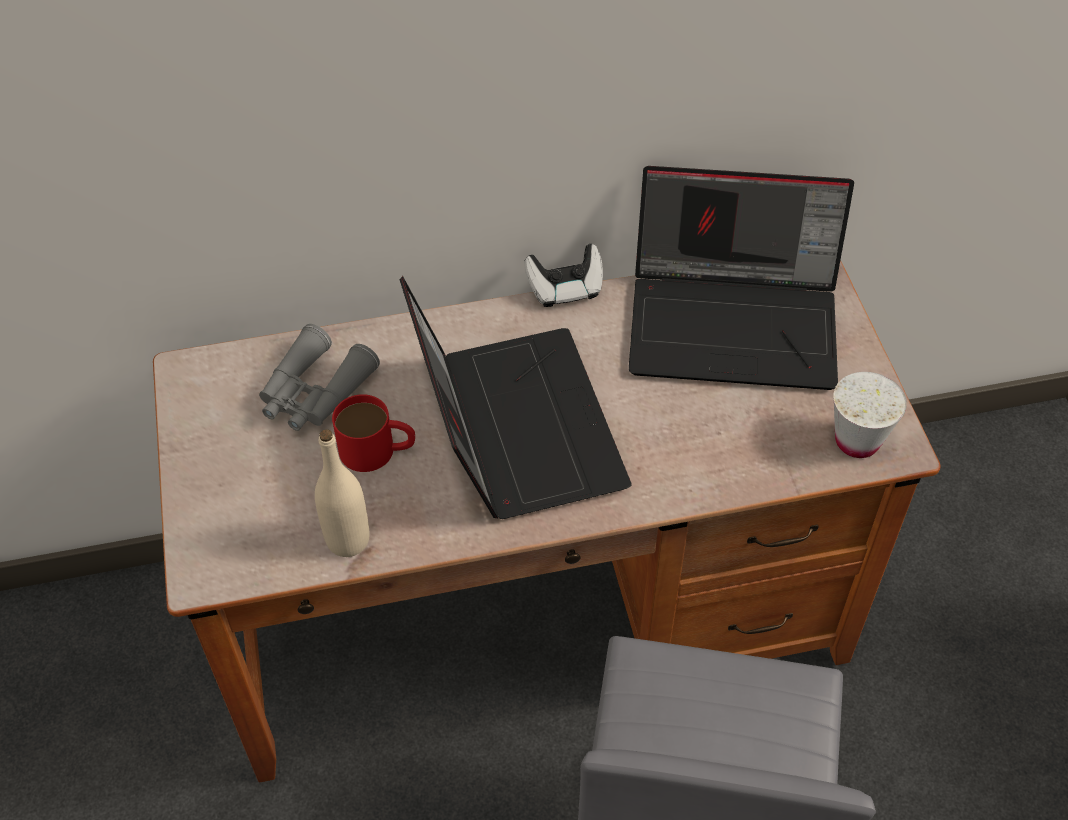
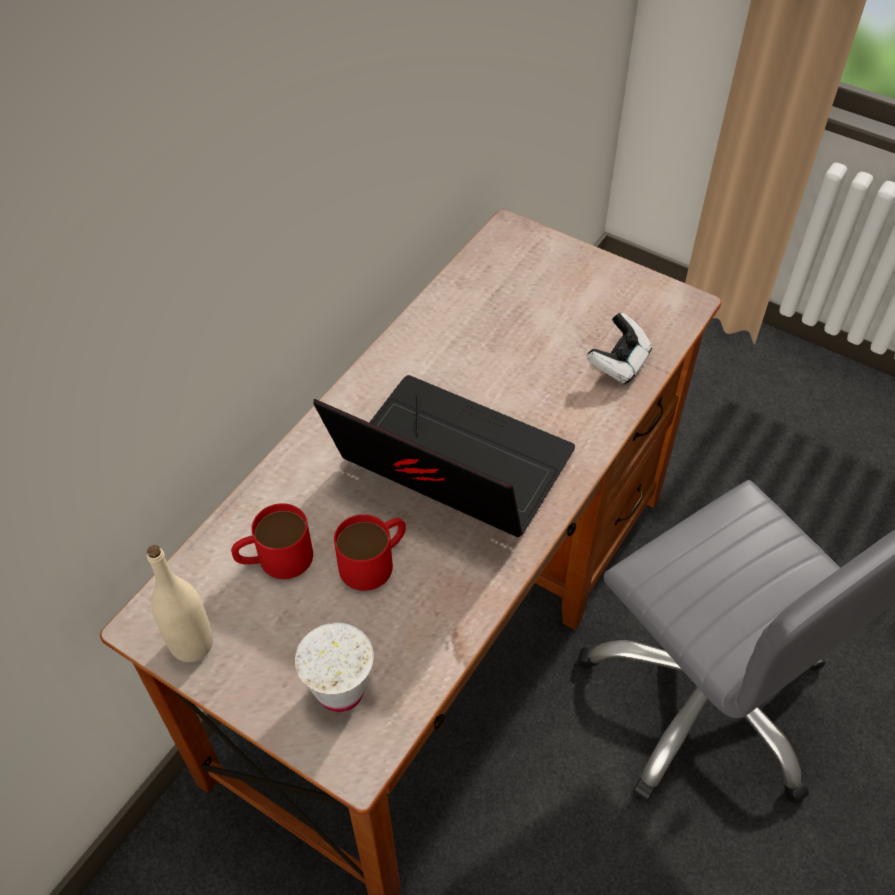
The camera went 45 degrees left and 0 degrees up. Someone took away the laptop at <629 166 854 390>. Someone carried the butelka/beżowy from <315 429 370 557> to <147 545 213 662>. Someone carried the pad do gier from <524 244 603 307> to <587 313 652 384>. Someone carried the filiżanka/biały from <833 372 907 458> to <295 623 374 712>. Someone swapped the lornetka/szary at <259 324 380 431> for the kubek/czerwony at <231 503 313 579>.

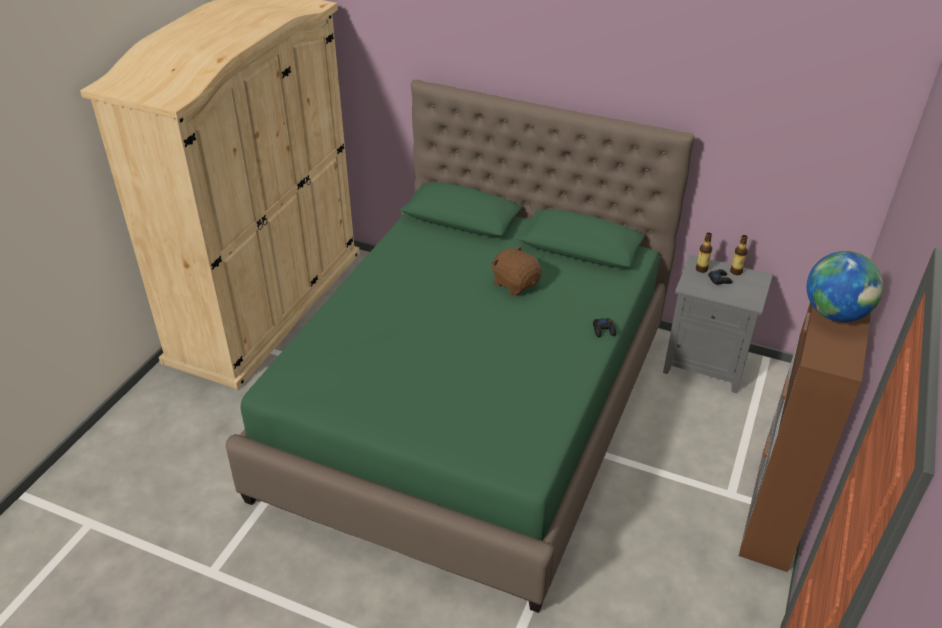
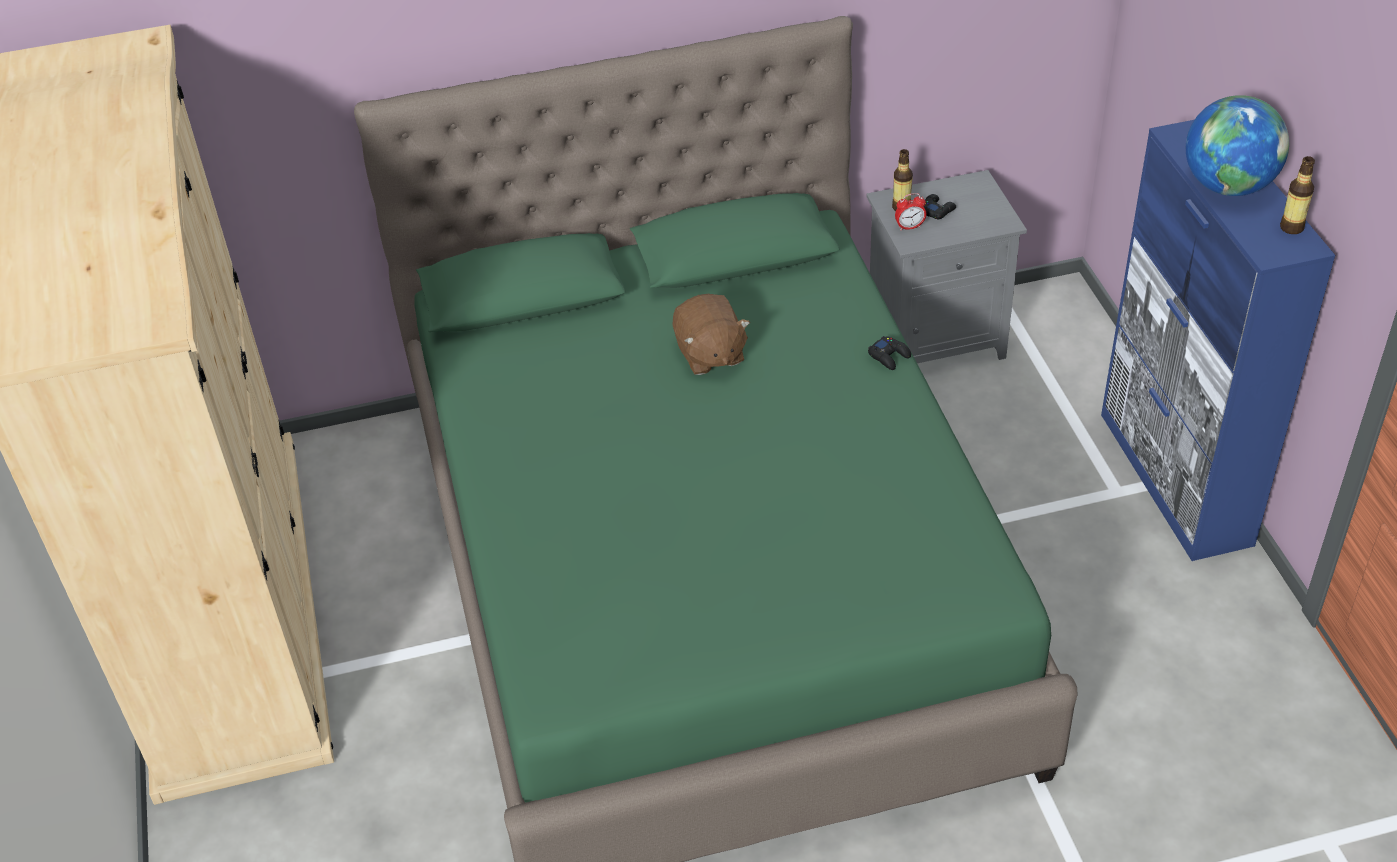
The camera went 35 degrees left and 5 degrees up. Someone put down the budzik at <895 193 926 230>. Someone carried the butelka from <730 235 748 275> to <1280 156 1315 234>. Someone repainted the szafka/brązowy at <739 303 871 572>, which became the szafka/niebieski at <1101 120 1335 561>. Someone rotated the pluszak/brązowy at <492 246 542 296> by 120 degrees counterclockwise.

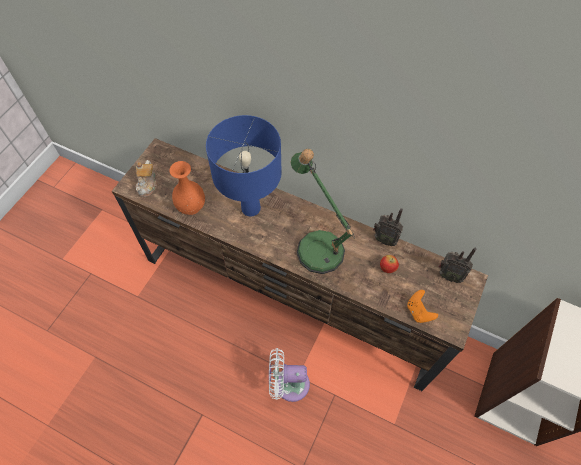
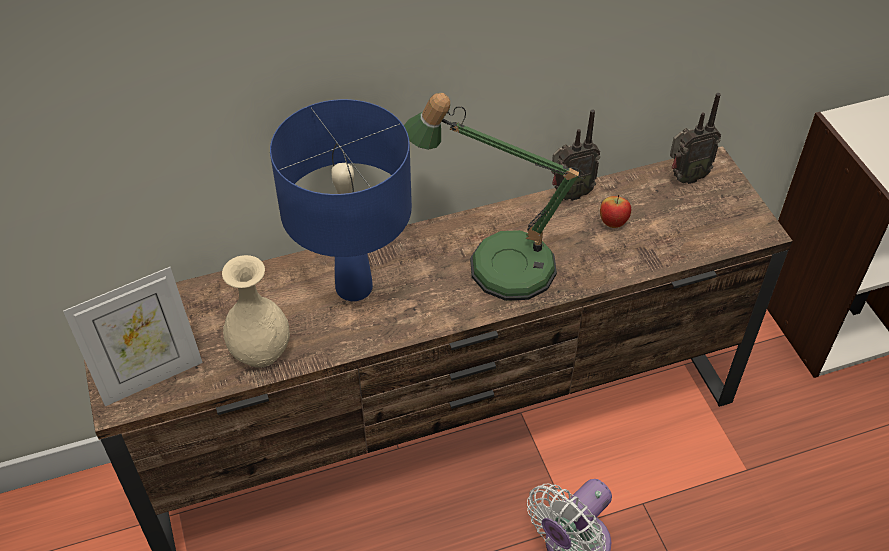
The camera went 45 degrees left and 10 degrees down. Someone took away the pad do gier/pomarańczowy at <407 290 438 323>. Someone swapped the imbryk at <136 160 158 197> for the ramka na zdjęcie at <63 267 203 406>. Someone repainted the wazon/pomarańczowy at <169 161 205 215>, which became the wazon/beżowy at <222 255 290 368>.

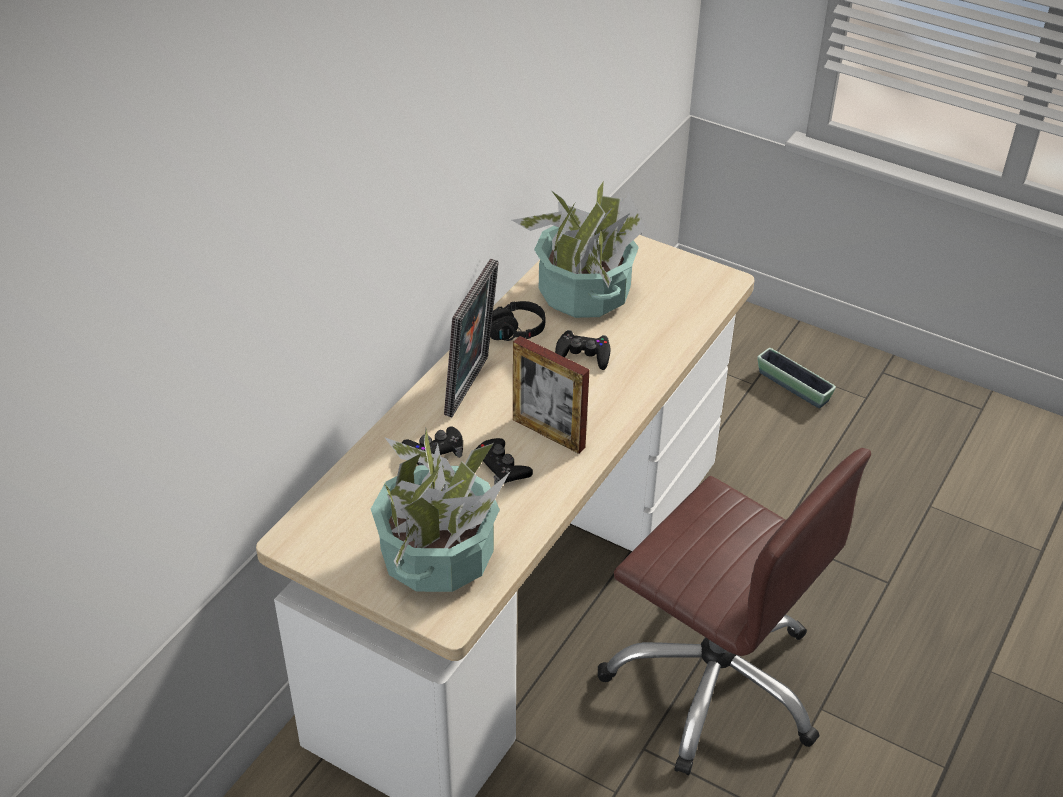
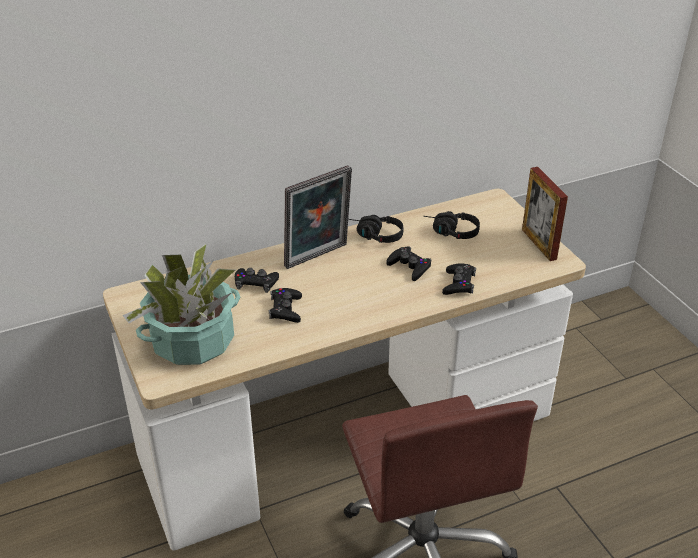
The camera went 35 degrees right and 5 degrees down. Someone took away the donica at <757 348 836 408>. Someone put down the pad do gier/czarny at <442 263 476 295>. Someone carried the ramka na zdjęcie from <513 336 590 454> to <522 167 568 261>. Someone swapped the roślina doniczkowa at <512 180 646 318> for the słuchawki/czarny at <424 211 480 239>.

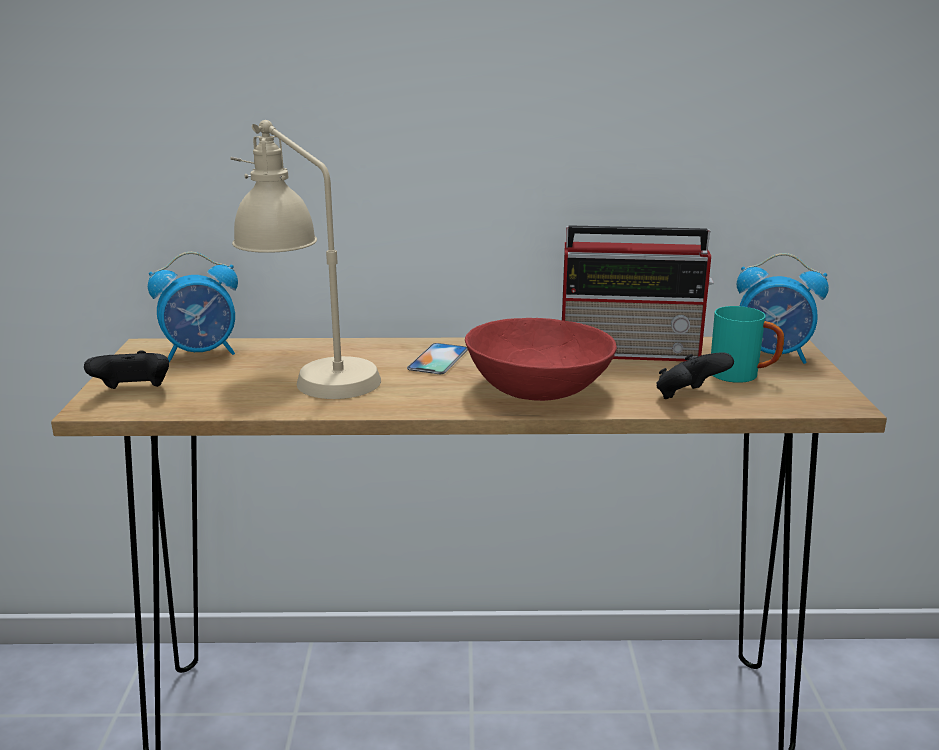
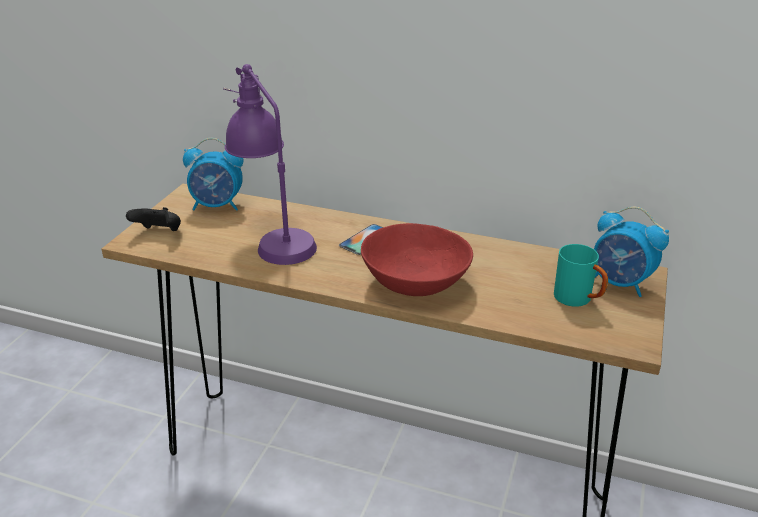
The camera went 20 degrees right and 10 degrees up. Someone took away the radio at <562 225 714 361>. Someone took away the pad do gier/czarny at <656 353 734 399>. Someone repainted the lampa stołowa/beżowy at <230 120 381 399>, which became the lampa stołowa/fioletowy at <223 64 317 265>.

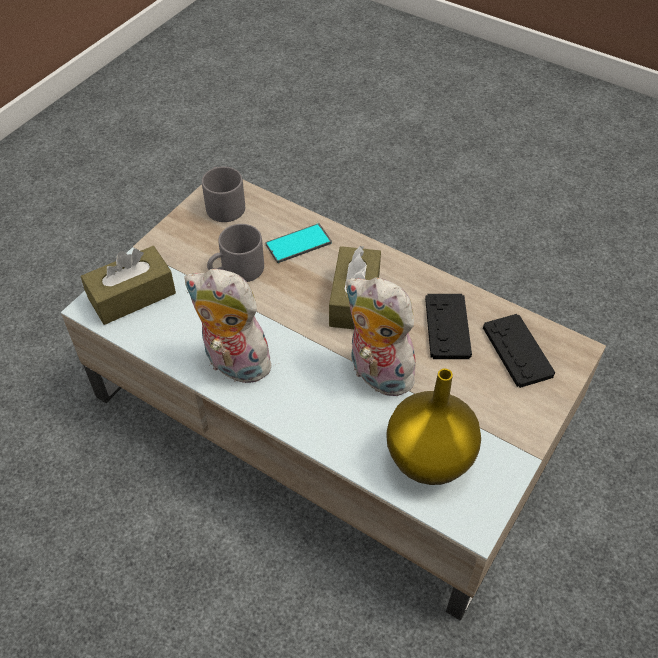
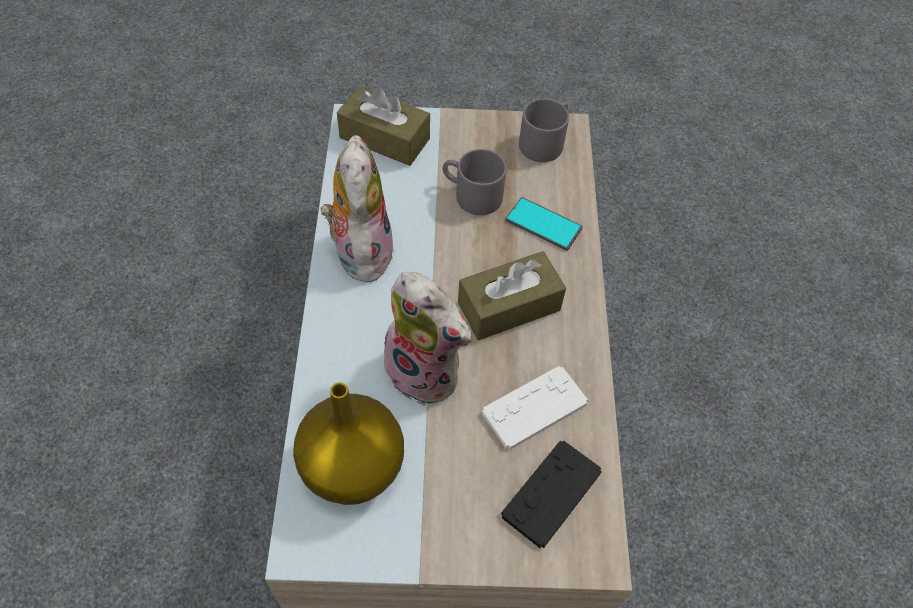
The camera went 55 degrees right and 5 degrees up. Someone repainted the pad do gier/czarny at <425 294 472 359>, which became the pad do gier/biały at <482 366 588 450>. Someone rotated the pluszak at <345 277 418 397> by 120 degrees clockwise.

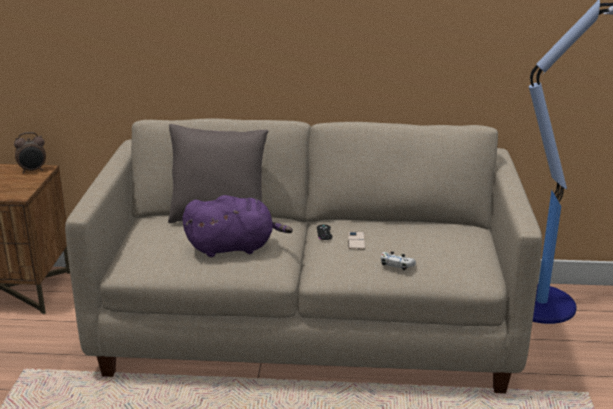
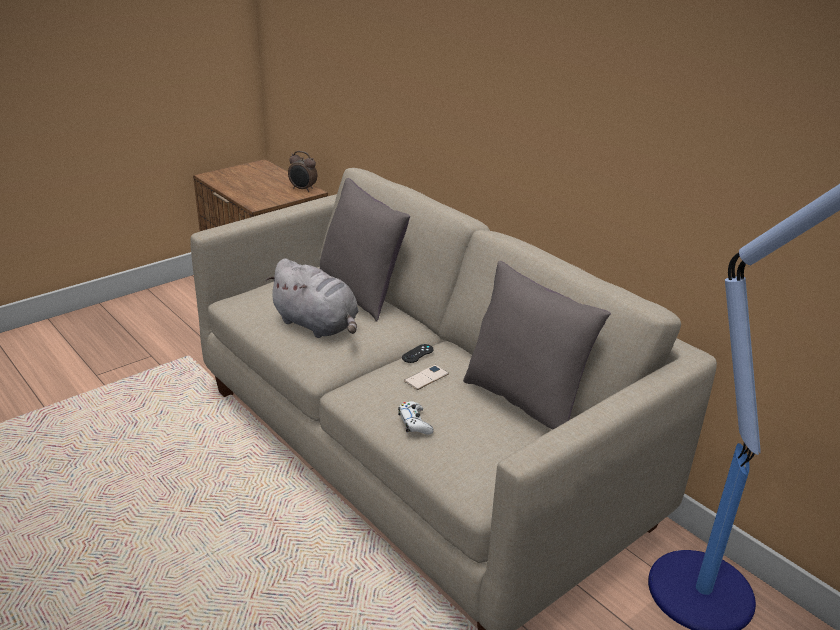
The camera went 45 degrees right and 5 degrees up. Someone put down the poduszka/szary at <463 261 611 430>. Someone repainted the pluszak/fioletowy at <183 195 293 257>, which became the pluszak/szary at <266 258 359 338>.

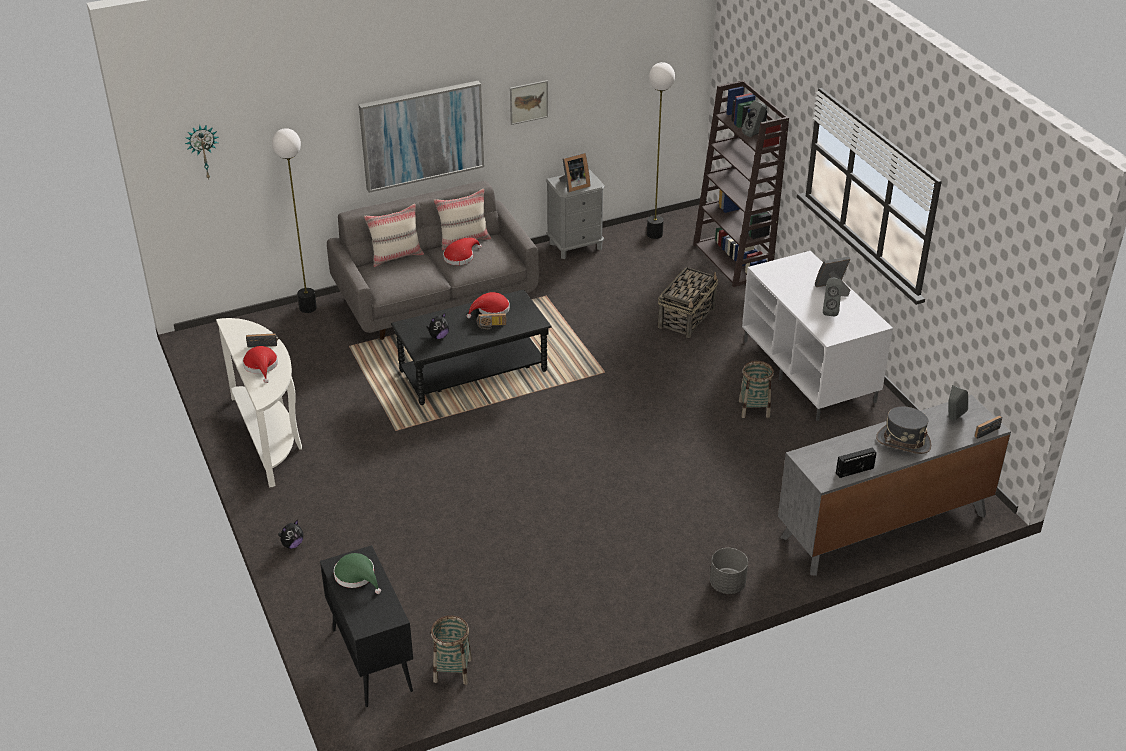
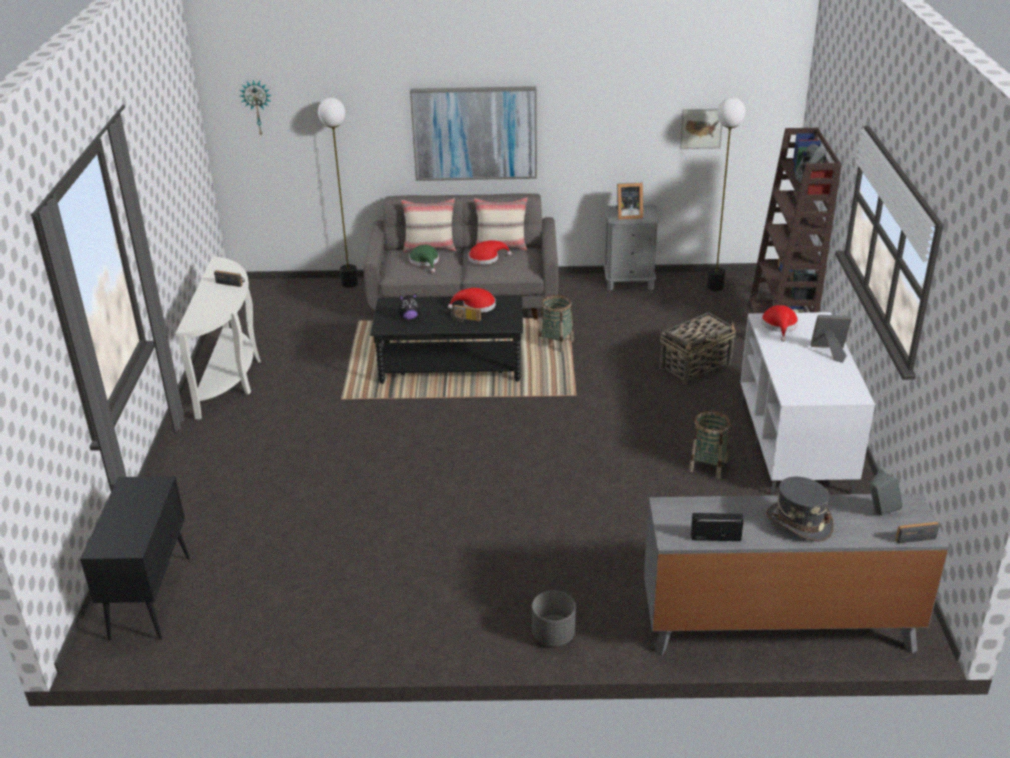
The camera went 25 degrees right and 5 degrees down. Someone took away the pluszak at <278 520 303 549>. Someone took away the głośnik/szary at <823 278 842 316>. Someone carried the kapelusz/czerwony from <243 346 278 383> to <761 305 798 341>. Someone carried the kapelusz/zielony from <334 553 381 594> to <409 245 439 273>. Someone carried the koszyk from <431 615 472 685> to <539 295 574 352>. Someone carried the obraz from <510 80 548 125> to <680 109 723 149>.

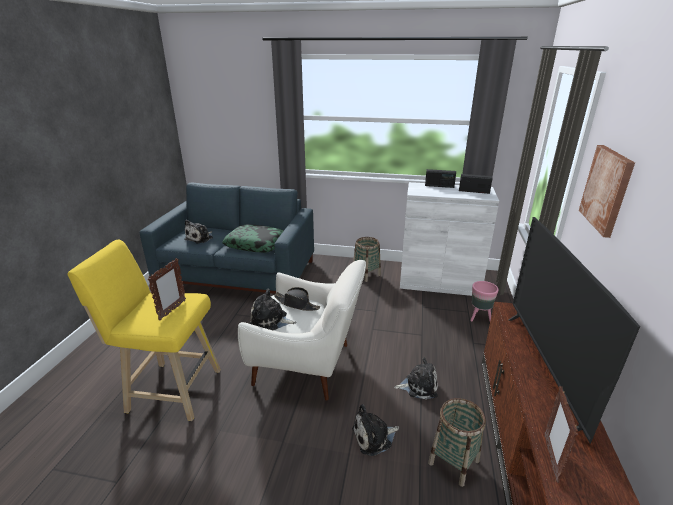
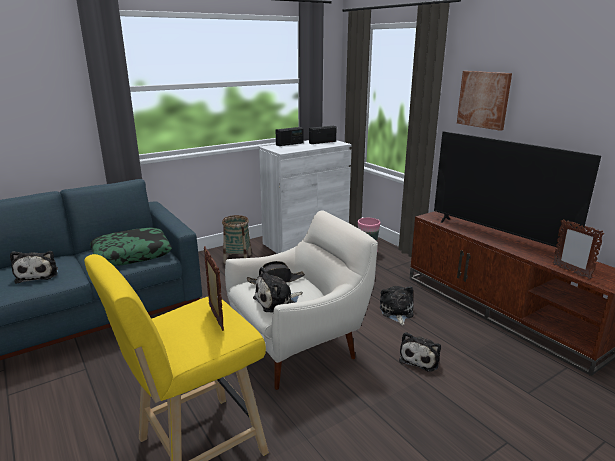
The camera went 45 degrees left and 5 degrees down. Someone took away the koszyk at <428 398 486 487>. Someone rotated the pluszak at <394 357 438 399> by 45 degrees counterclockwise.

